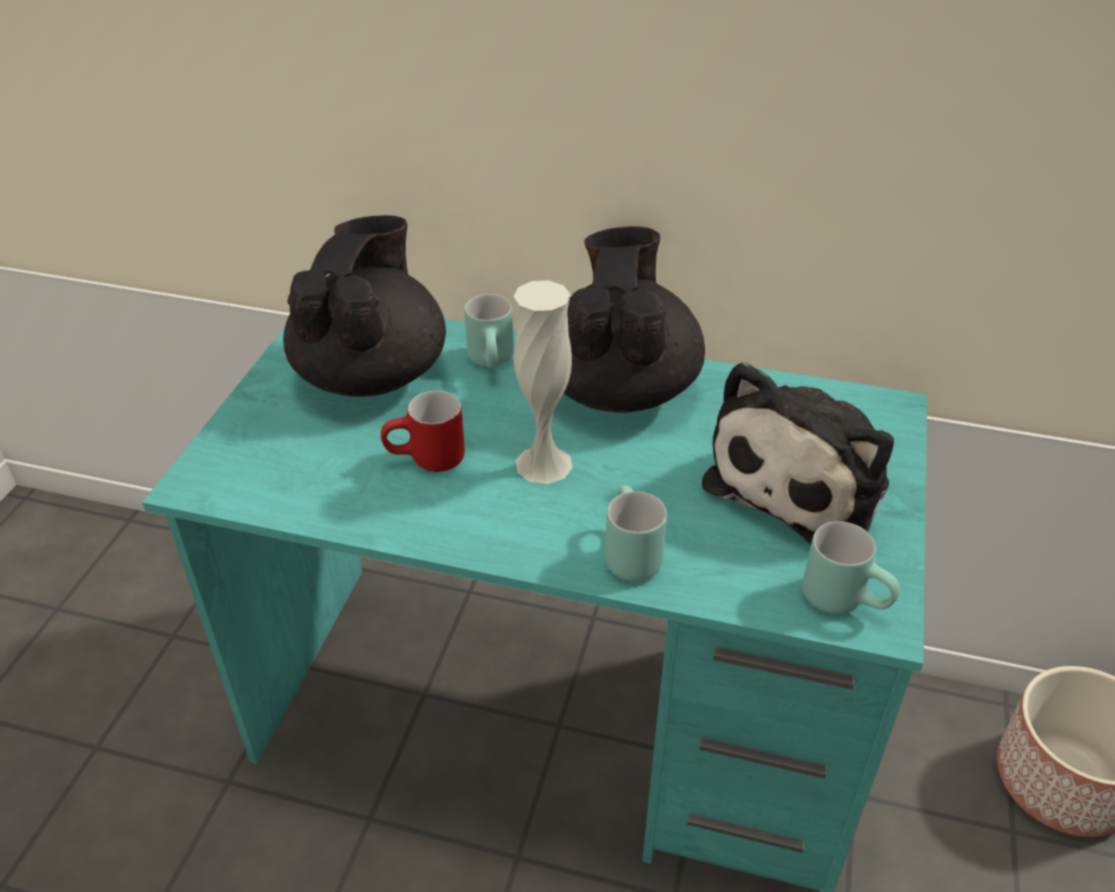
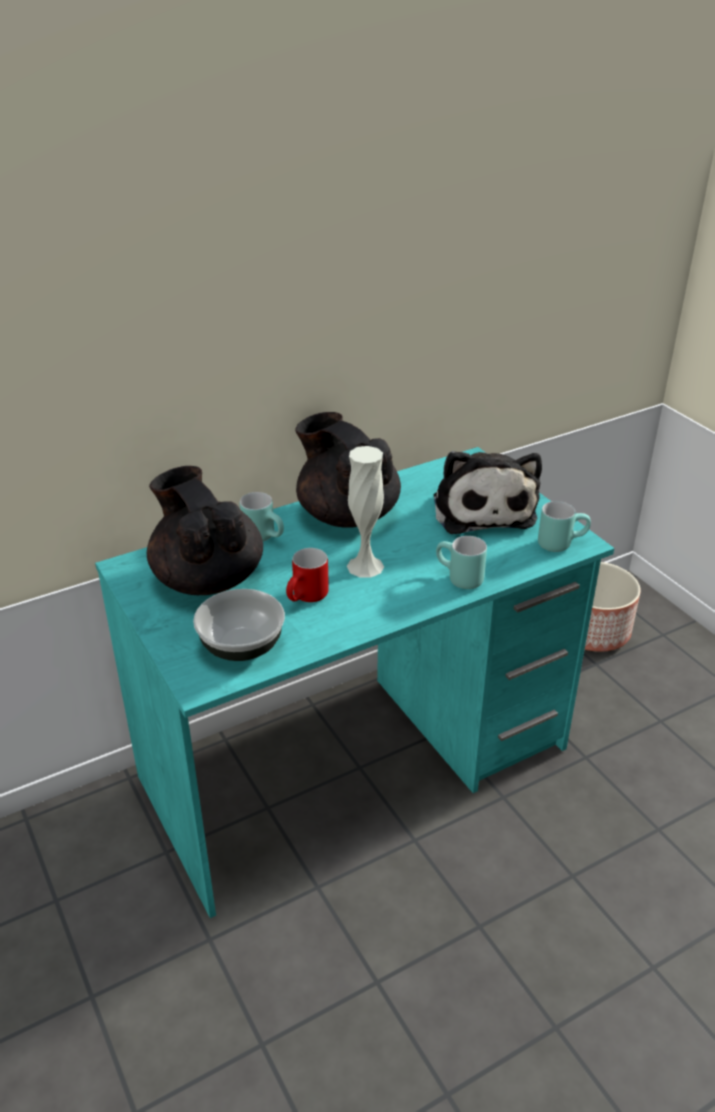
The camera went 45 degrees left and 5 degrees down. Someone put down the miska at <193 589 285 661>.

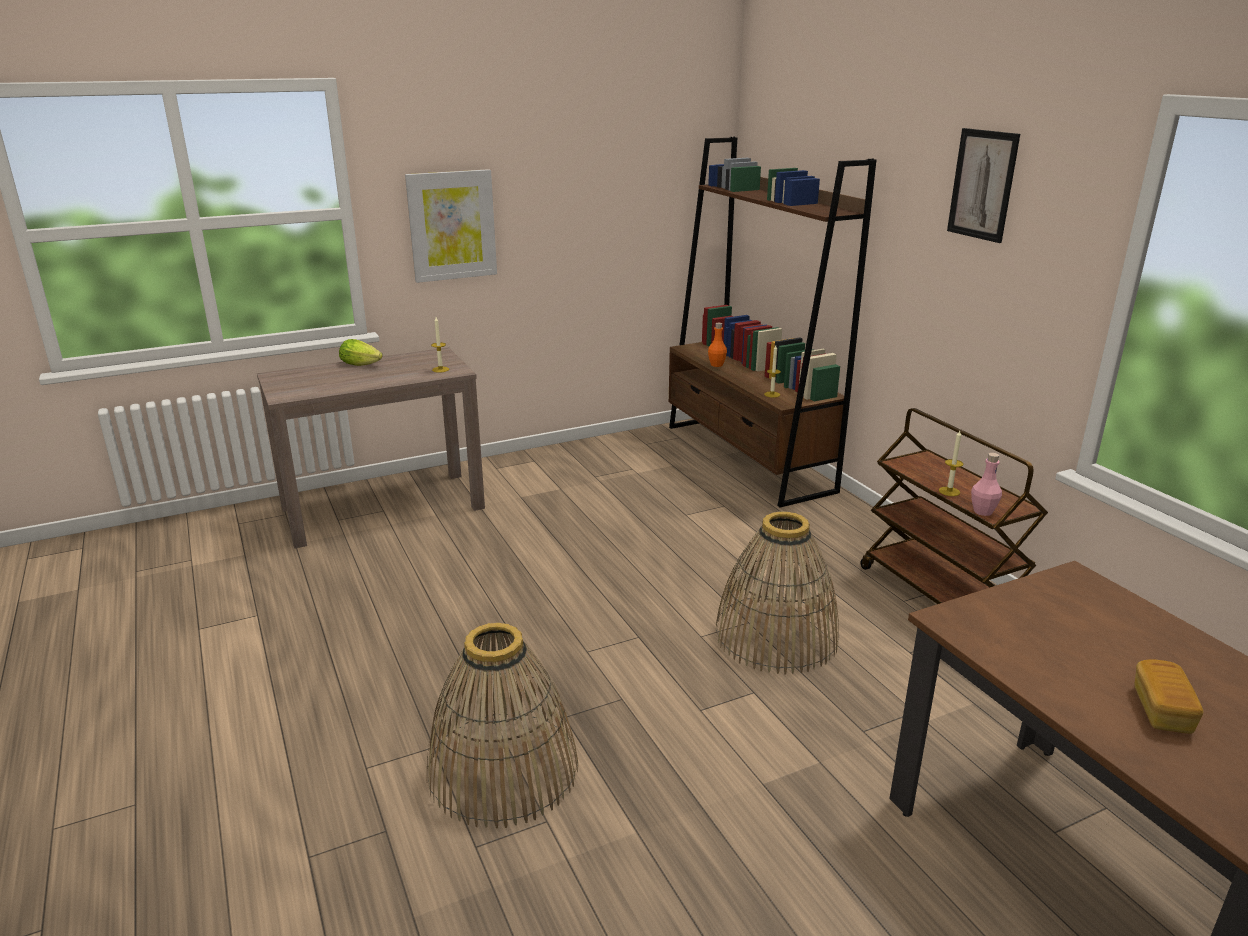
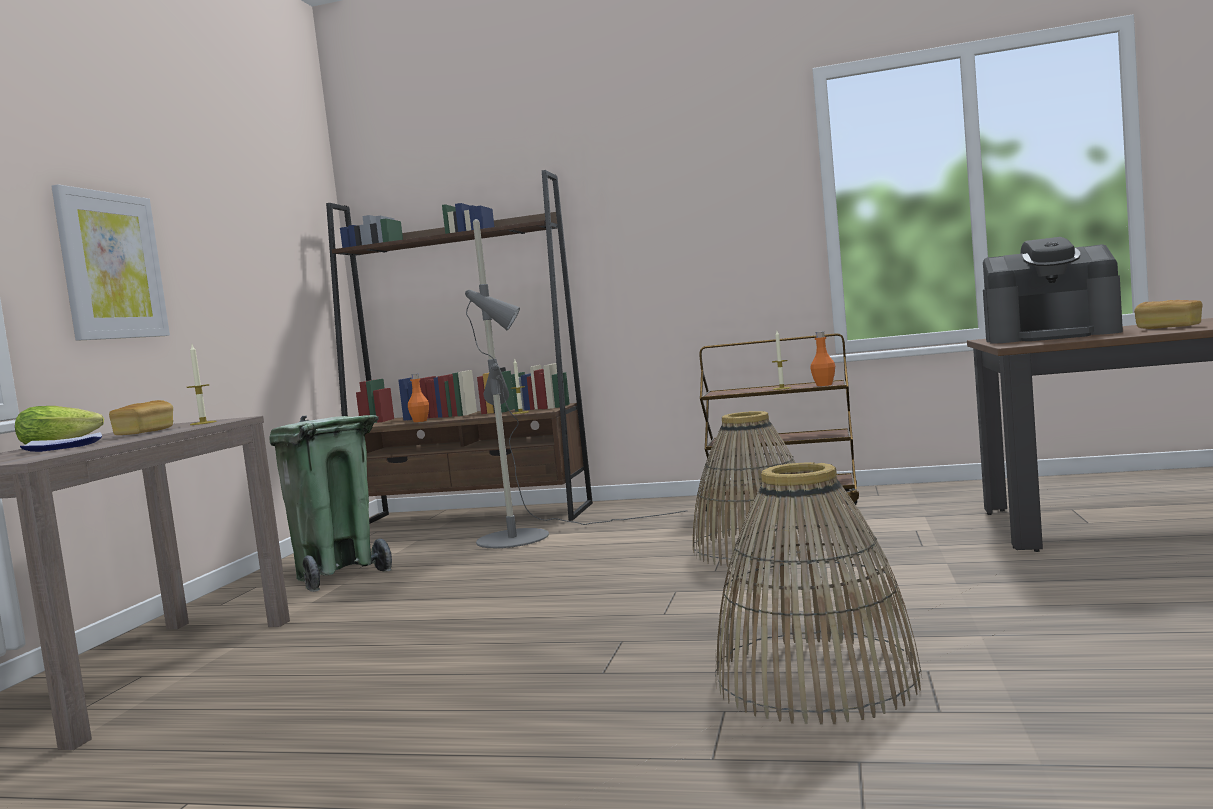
The camera went 50 degrees left and 20 degrees down. Someone took away the obraz at <947 128 1020 243>. Someone put down the talerz at <20 432 102 452>. Someone put down the chleb at <109 400 173 435>. Someone put down the kosz na śmieci/zielony at <269 415 392 592>. Someone put down the lampa stojąca/szary at <465 219 687 548>. Someone put down the ekspres do kawy at <983 237 1123 344>. Someone repainted the butelka/różowy at <971 453 1002 516>, which became the butelka/pomarańczowy at <810 332 835 386>.

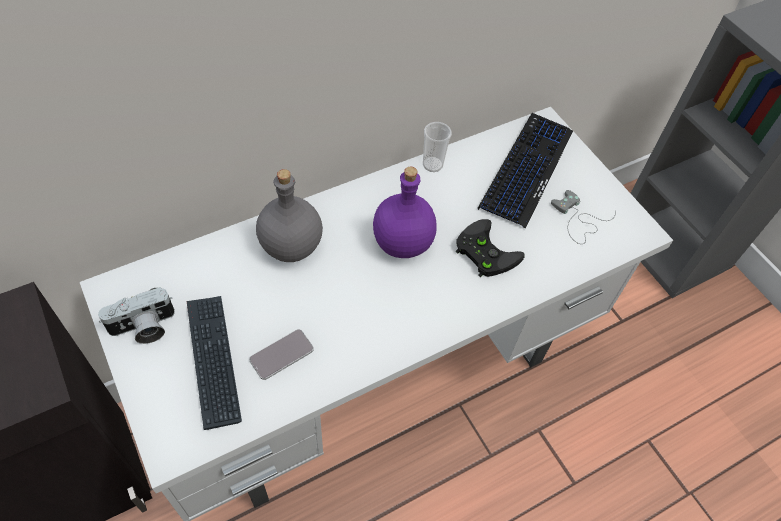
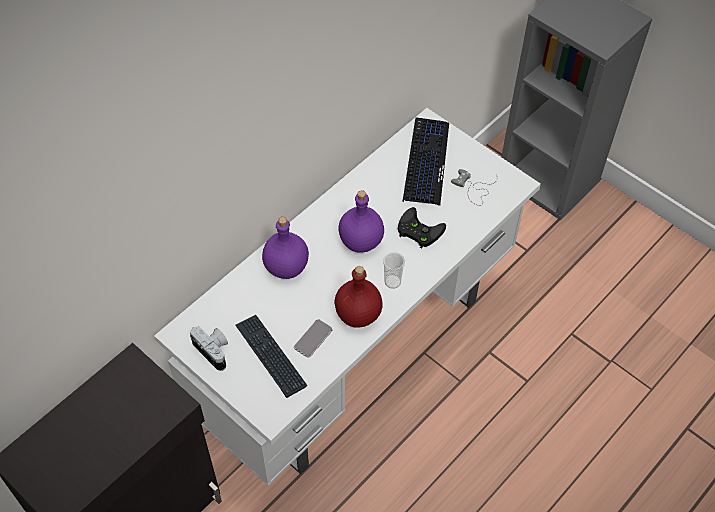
The camera went 15 degrees left and 0 degrees up. Someone put down the butelka/czerwony at <335 266 383 328>. Someone carried the filiżanka from <423 122 452 172> to <383 252 405 289>. Someone repainted the butelka/szary at <256 169 323 262>, which became the butelka/fioletowy at <262 217 309 279>. Someone rotated the aparat fotograficzny at <98 287 175 344> by 90 degrees counterclockwise.

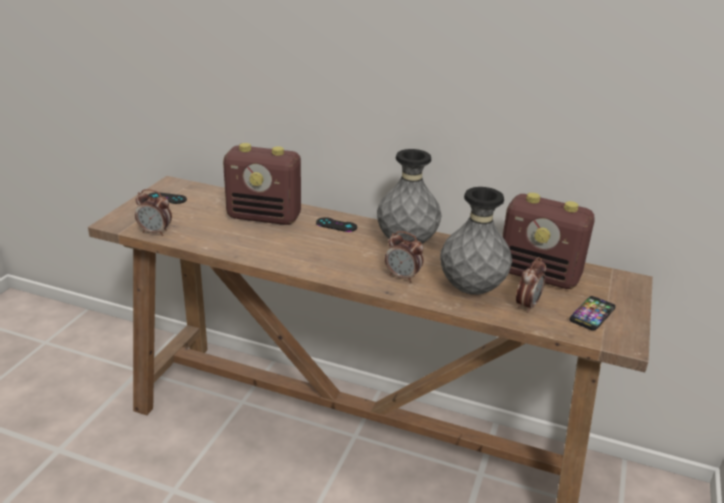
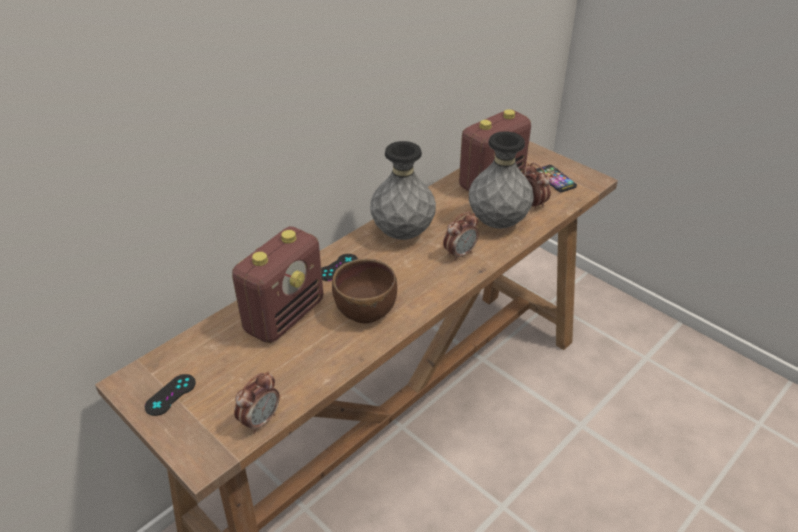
The camera went 65 degrees left and 10 degrees up. Someone put down the miska/brązowy at <332 259 397 324>.

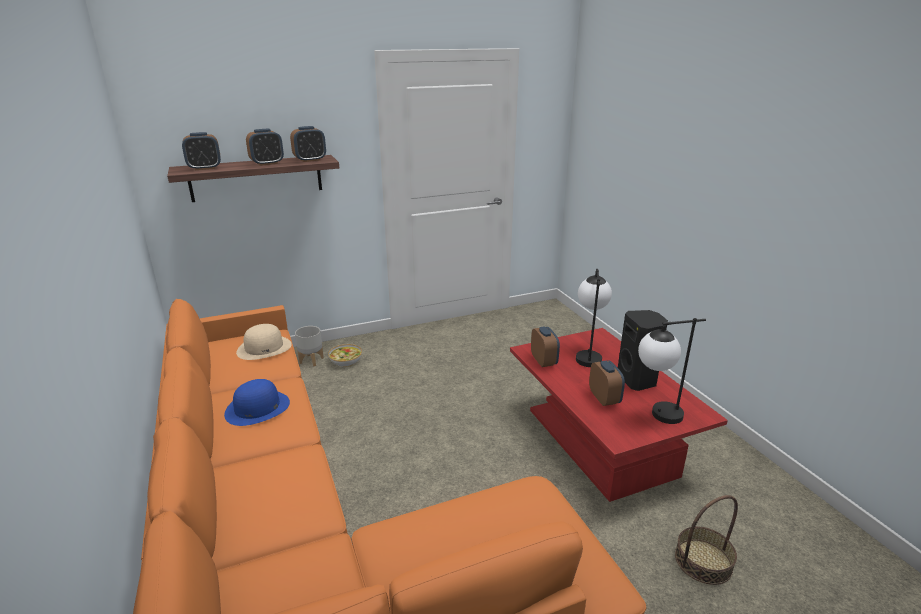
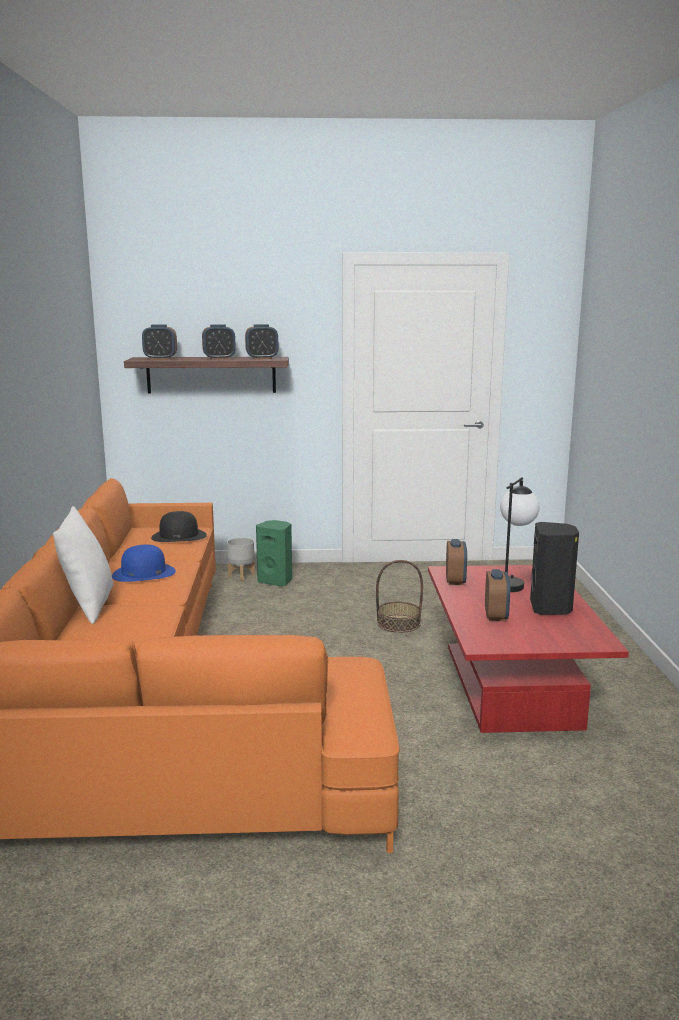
The camera went 20 degrees right and 10 degrees down. Someone took away the lampa stołowa at <638 318 706 424>. Someone put down the poduszka/biały at <53 506 114 624>. Someone carried the koszyk from <675 495 738 585> to <376 560 423 633>. Someone swapped the miska at <328 344 362 367> for the głośnik/zielony at <256 520 292 586>. Someone repainted the kapelusz/beżowy at <236 324 292 360>, which became the kapelusz/czarny at <151 511 207 542>.

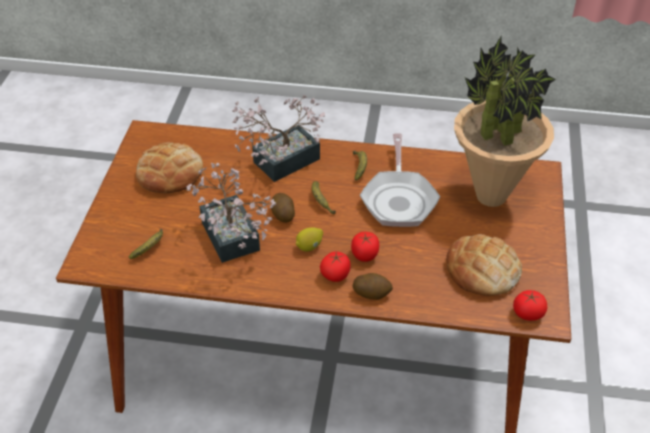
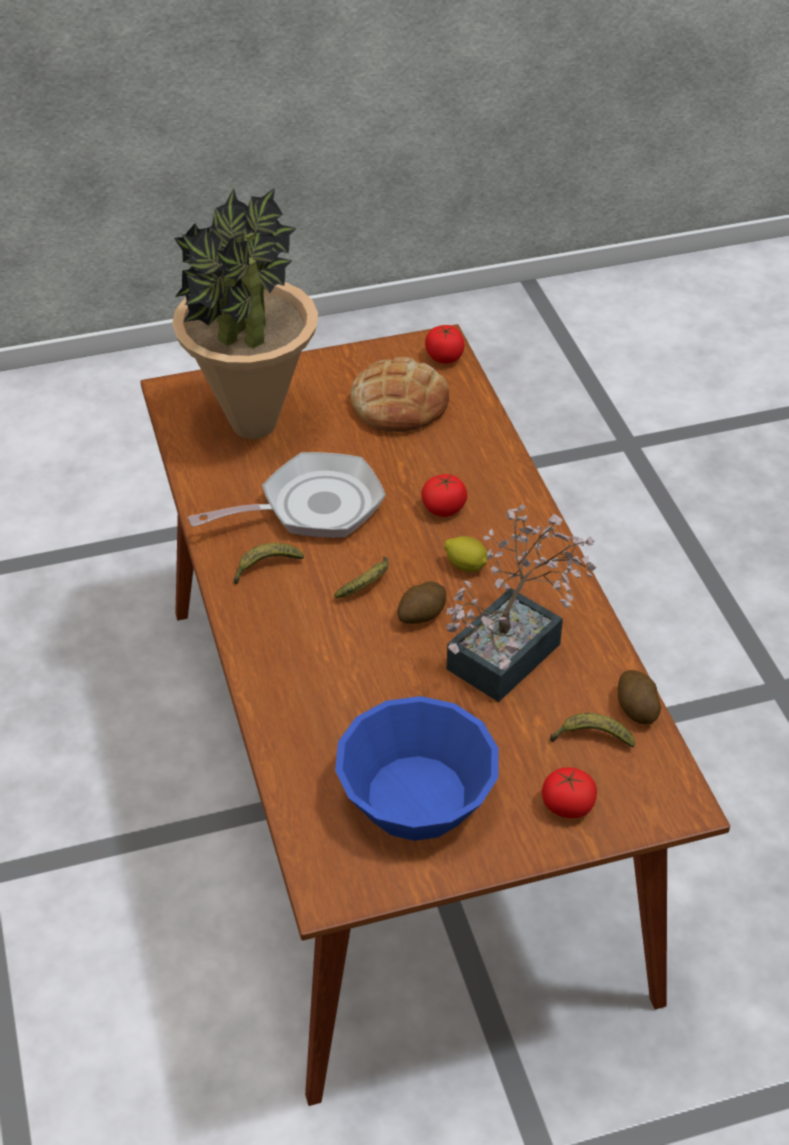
The camera went 115 degrees left and 0 degrees up. Someone took away the roślina doniczkowa at <232 94 325 182>. Someone carried the pomidor from <320 251 351 282> to <542 767 597 818>. Someone carried the ziemniak from <353 273 393 300> to <618 670 661 725>. Someone swapped the chleb at <136 142 203 193> for the miska/niebieski at <335 696 499 841>.

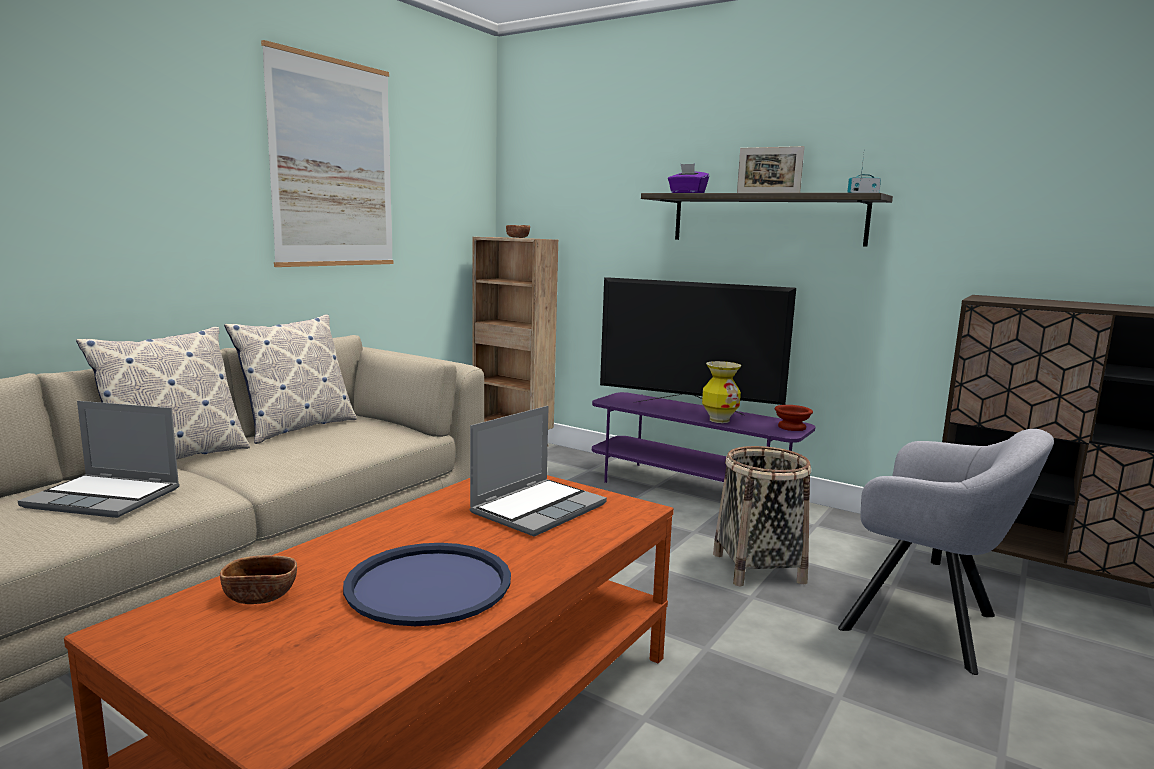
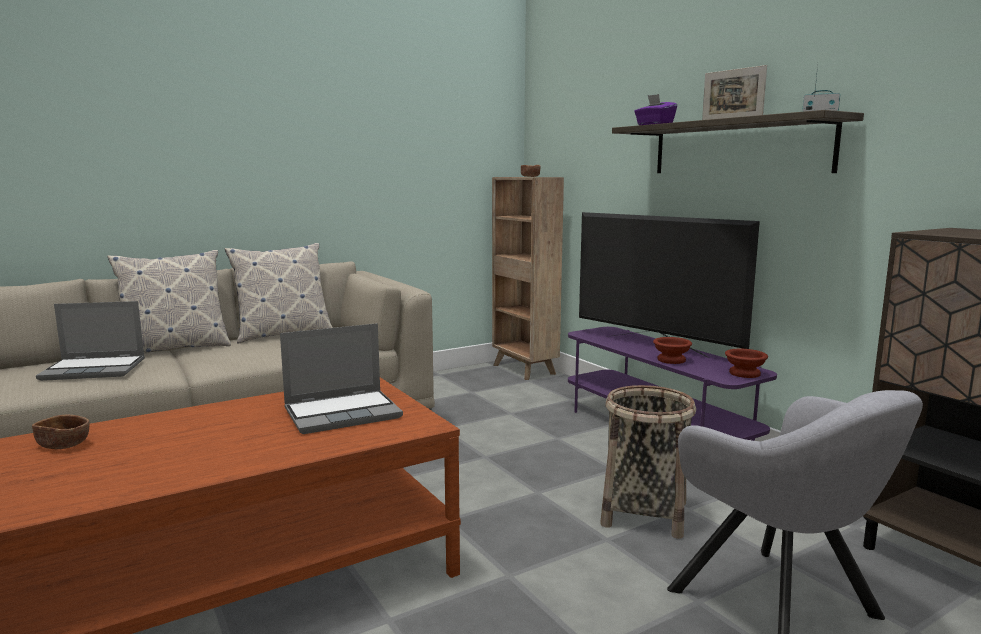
The camera went 25 degrees right and 0 degrees up. Someone took away the obraz at <261 40 393 267>. Someone took away the taca/niebieski at <343 543 511 626>. Someone swapped the wazon at <702 361 741 423> for the miska/brązowy at <653 337 692 364>. Someone rotated the laptop at <18 401 180 518> by 45 degrees counterclockwise.

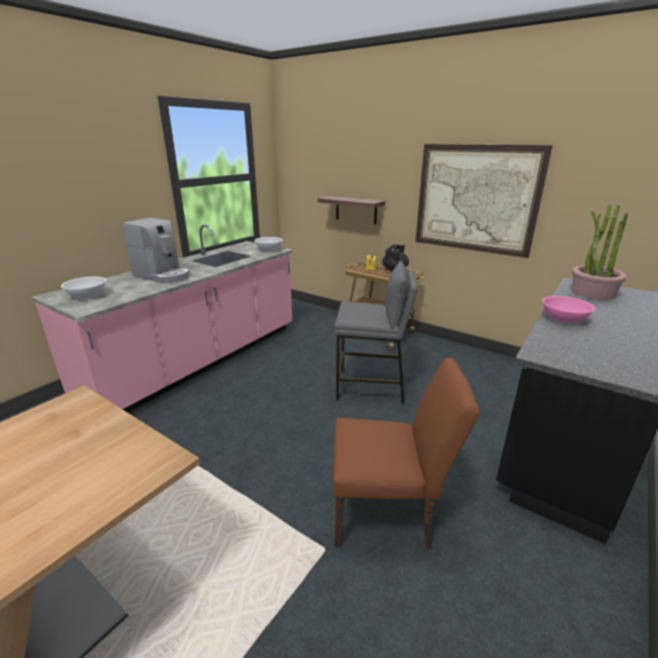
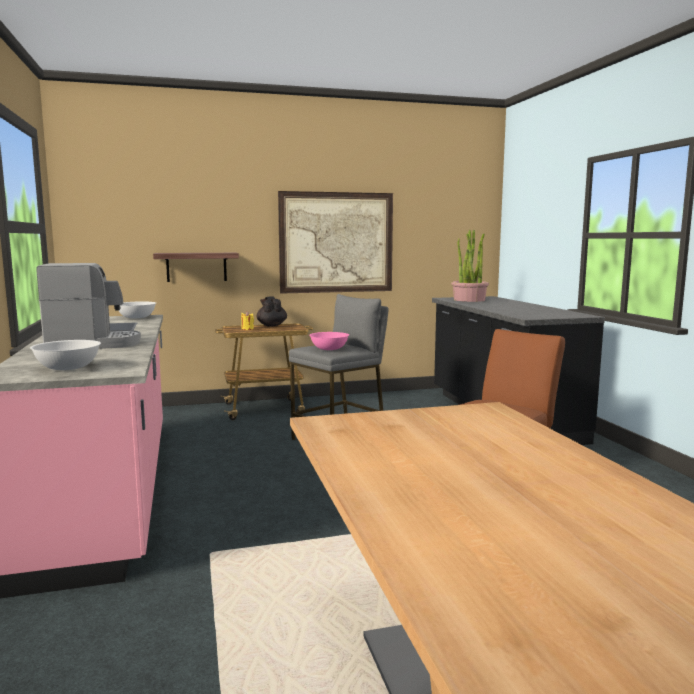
The camera went 50 degrees left and 15 degrees down. Someone carried the miska/różowy from <542 296 595 323> to <309 332 349 350>.

